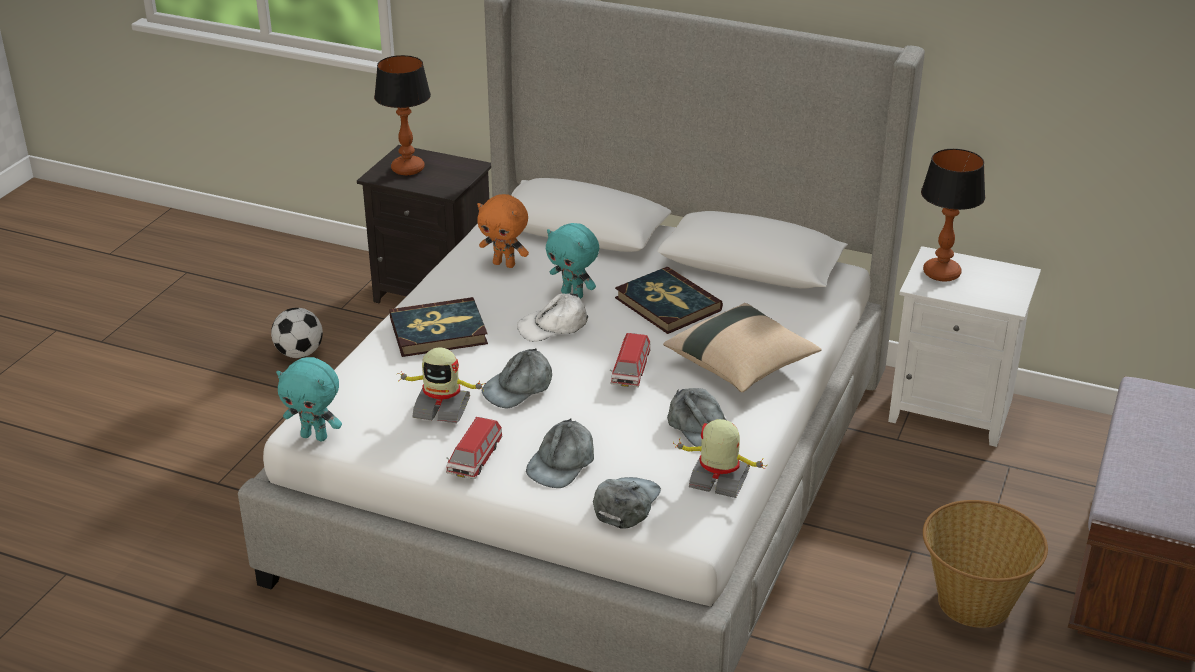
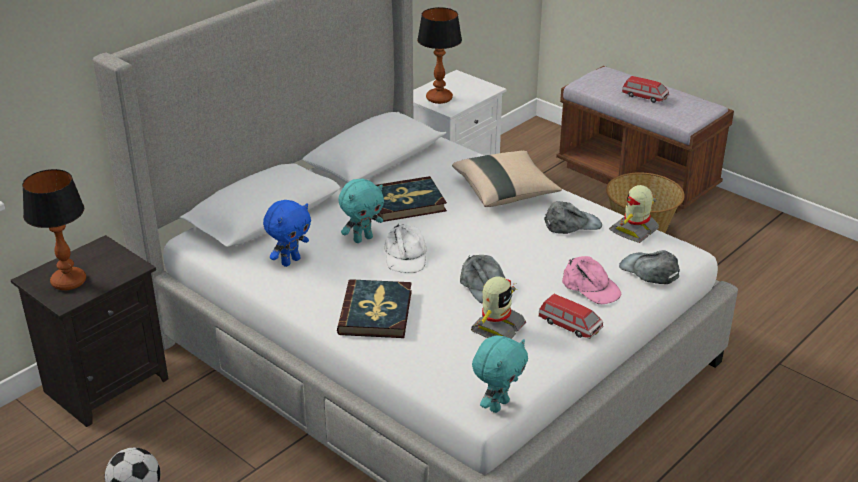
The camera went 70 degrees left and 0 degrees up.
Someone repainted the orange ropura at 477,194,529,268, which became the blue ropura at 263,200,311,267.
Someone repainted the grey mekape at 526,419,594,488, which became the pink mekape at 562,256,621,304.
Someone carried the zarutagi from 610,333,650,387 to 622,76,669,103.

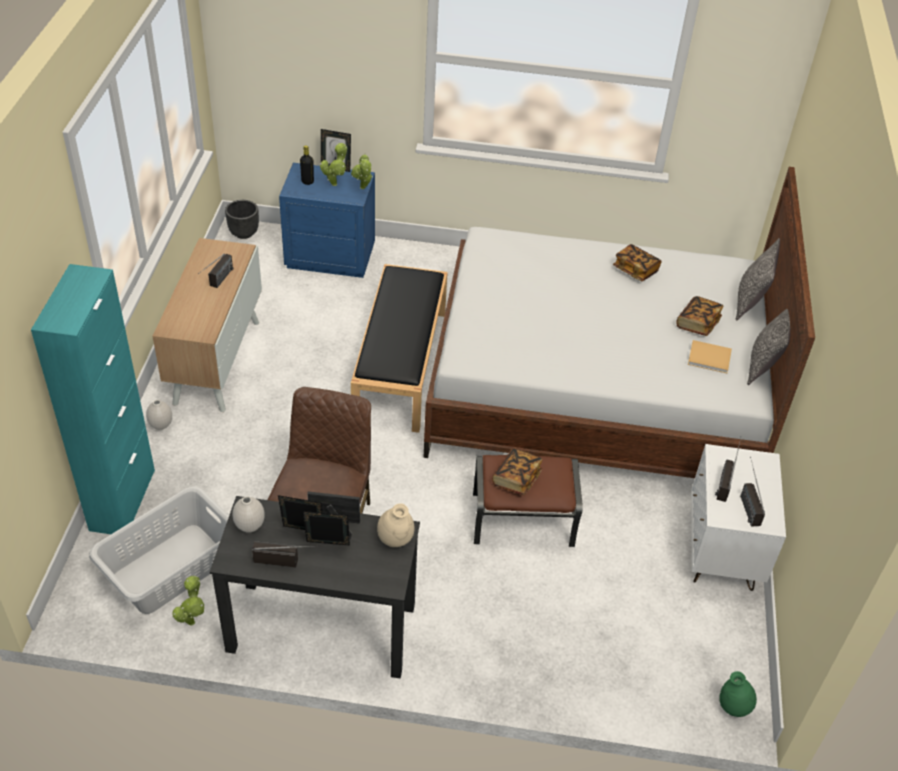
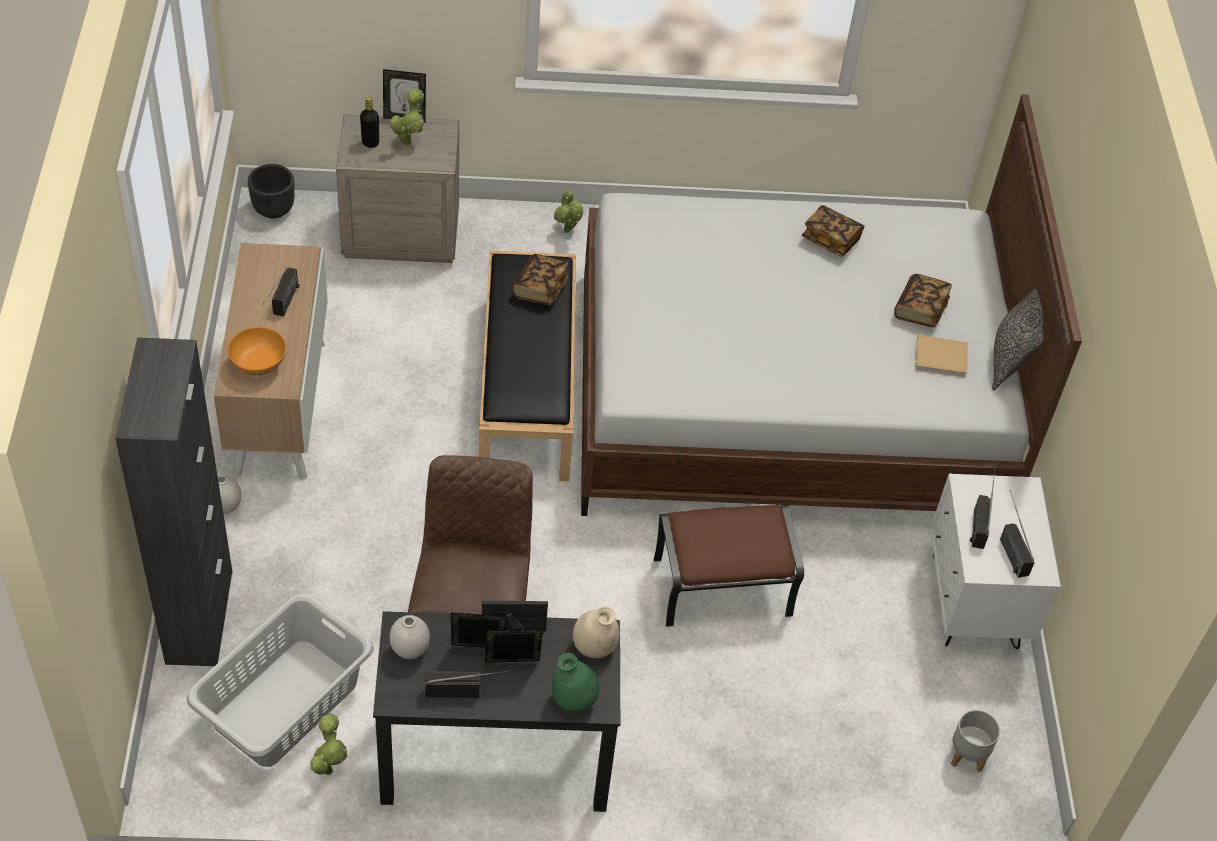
The camera went 10 degrees left and 5 degrees up.
Someone repainted the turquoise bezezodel at 31,264,155,534, which became the black bezezodel at 115,337,232,666.
Someone repainted the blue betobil at 279,163,375,278, which became the beige betobil at 336,114,459,263.
Someone carried the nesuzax from 351,154,373,189 to 554,189,583,233.
Someone carried the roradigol from 492,448,543,495 to 513,254,569,305.
Someone carried the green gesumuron from 719,671,757,717 to 552,653,600,712.
Someone took away the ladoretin at 736,238,780,321.
Someone put down the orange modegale at 227,327,286,376.
Someone put down the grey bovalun at 951,710,1000,772.

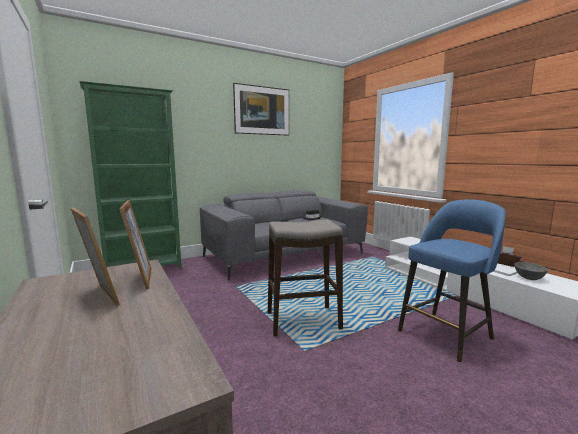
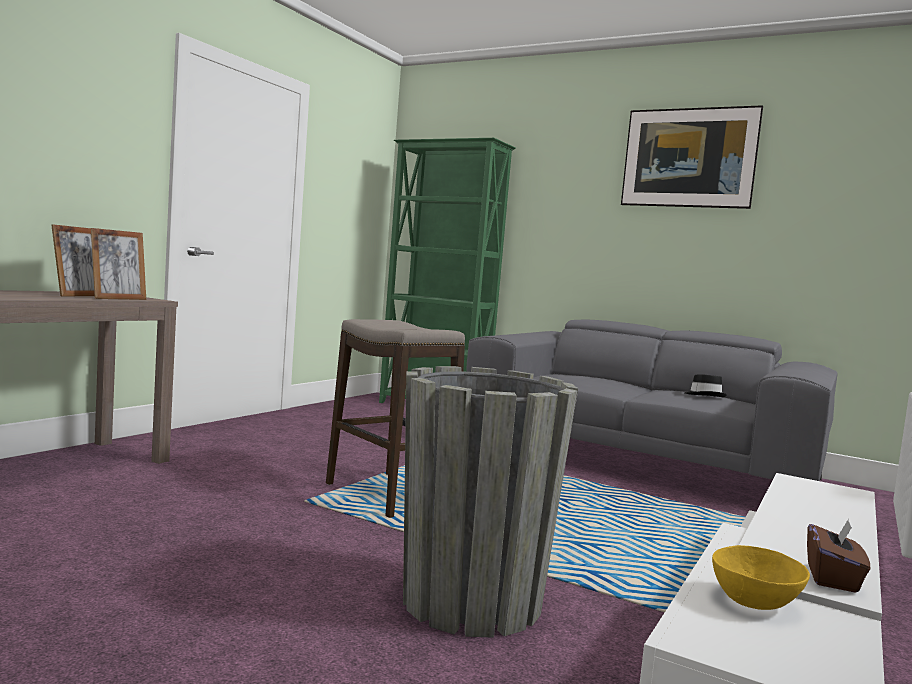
The camera went 60 degrees right and 5 degrees down.
Someone swapped the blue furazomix at 398,199,506,362 for the grey bovalun at 403,366,578,638.
Someone repainted the grey modegale at 514,262,548,280, which became the yellow modegale at 712,545,810,610.

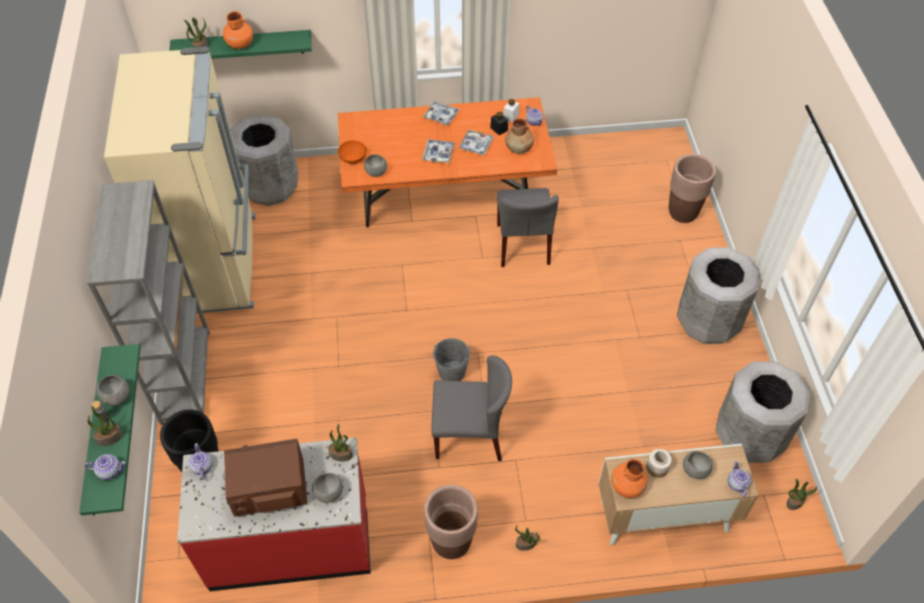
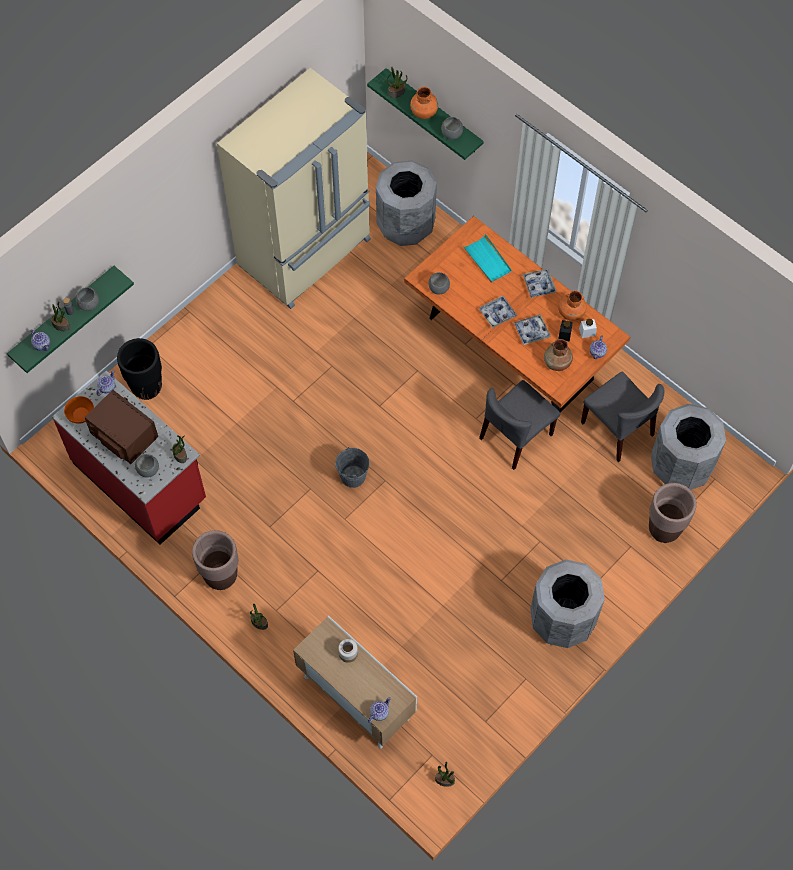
The camera went 50 degrees right and 10 degrees up.
Someone took away the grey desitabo at 86,180,210,425.
Someone carried the orange modegale from 338,140,367,164 to 64,396,94,424.
Someone carried the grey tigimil from 431,355,512,461 to 581,372,664,462.
Someone carried the orange gesumuron from 611,459,648,498 to 558,290,587,321.
Someone carried the grey modegale from 683,451,713,479 to 441,117,463,140.
Someone carried the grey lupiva from 715,361,810,463 to 651,404,726,490.
Someone put down the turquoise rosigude at 463,234,512,283.

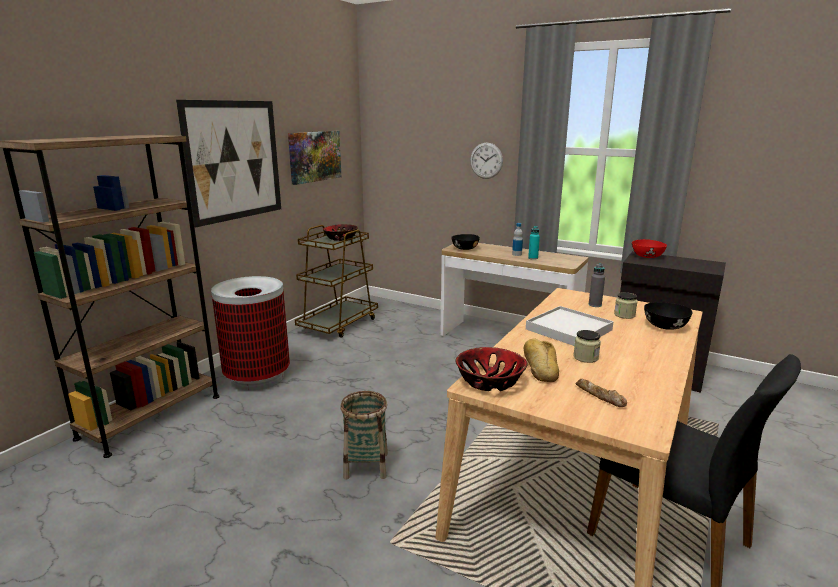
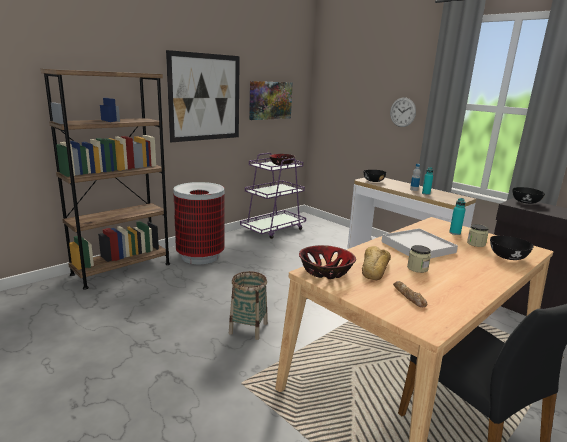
The camera went 15 degrees right and 0 degrees up.
Someone repainted the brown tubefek at 295,225,378,338, which became the purple tubefek at 240,153,306,239.
Someone repainted the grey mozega at 589,264,605,307, which became the turquoise mozega at 449,198,466,235.
Someone repainted the red modegale at 632,239,667,258, which became the black modegale at 512,187,545,204.

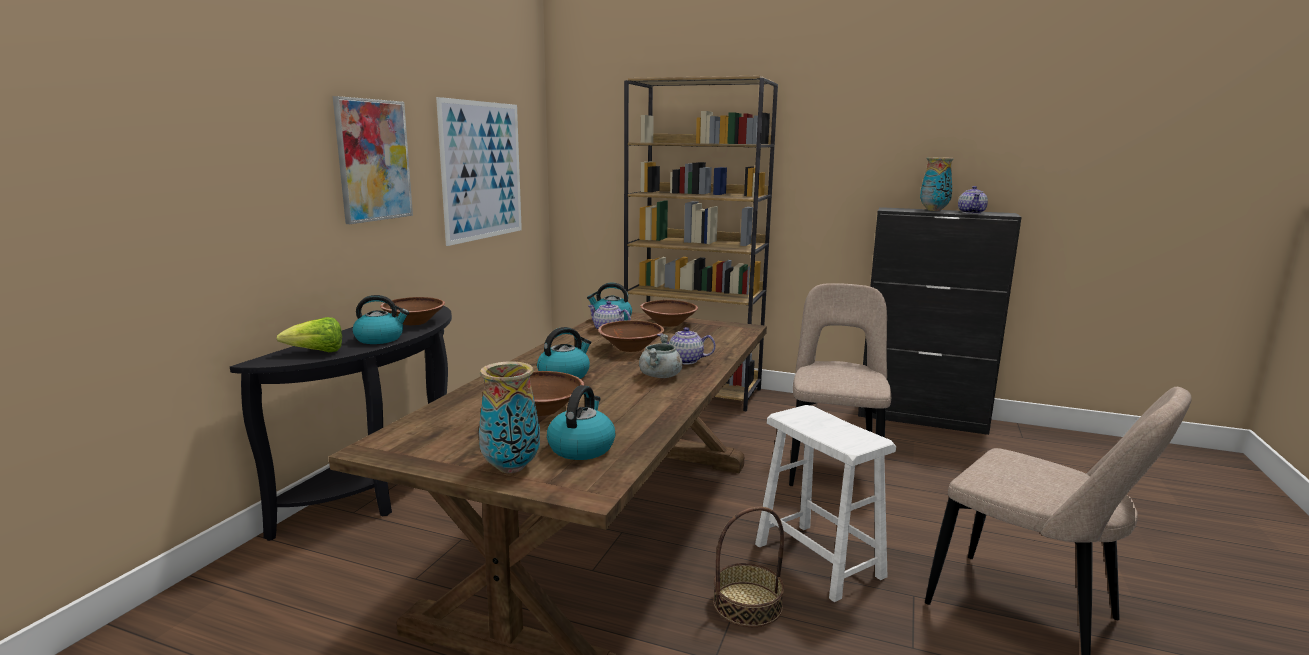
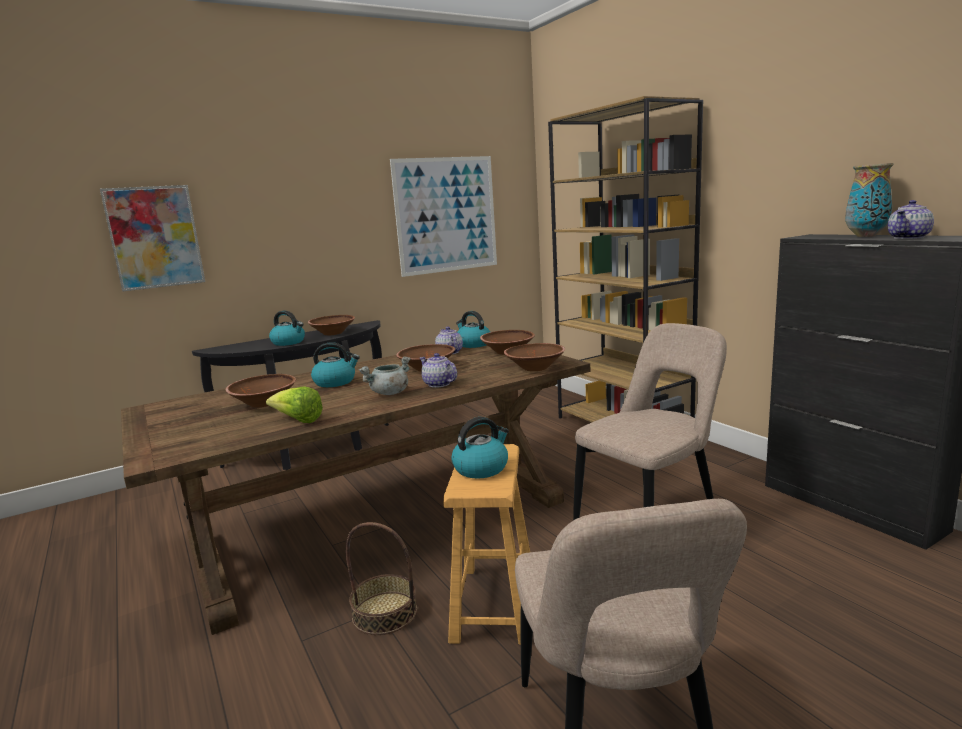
The camera went 40 degrees right and 0 degrees up.
Someone carried the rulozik from 276,317,342,352 to 266,386,323,423.
Someone carried the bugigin from 333,96,413,224 to 100,185,205,292.
Someone took away the gesumuron at 479,361,540,473.
Someone carried the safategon from 547,385,615,460 to 451,417,509,479.
Someone repainted the white furazomix at 755,405,896,602, which became the brown furazomix at 443,444,530,645.
Someone put down the brown modegale at 504,343,565,371.

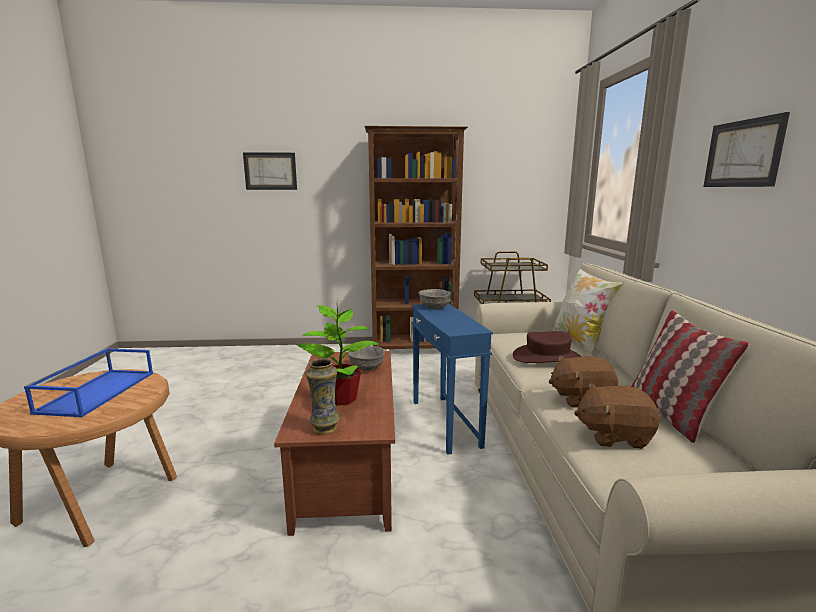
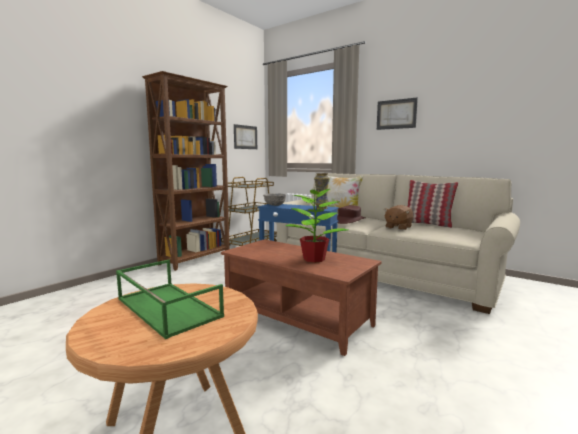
The camera went 50 degrees left and 5 degrees down.
Someone repainted the blue rosigude at 24,348,153,417, which became the green rosigude at 116,260,224,339.
Someone carried the bugigin from 243,152,297,190 to 234,124,257,149.
Someone carried the gesumuron from 305,358,340,435 to 314,173,330,209.
Someone took away the grey modegale at 348,346,384,371.
Someone took away the brown ropura at 574,383,660,449.

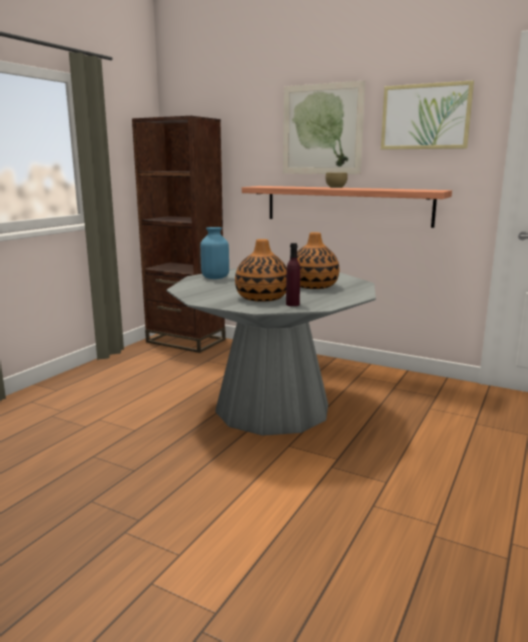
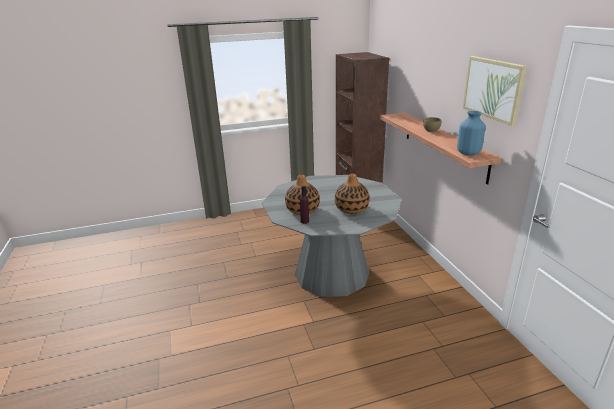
The camera went 45 degrees right and 10 degrees up.
Someone carried the blue gesumuron from 200,227,229,279 to 457,111,486,155.
Someone took away the bugigin at 283,81,365,174.

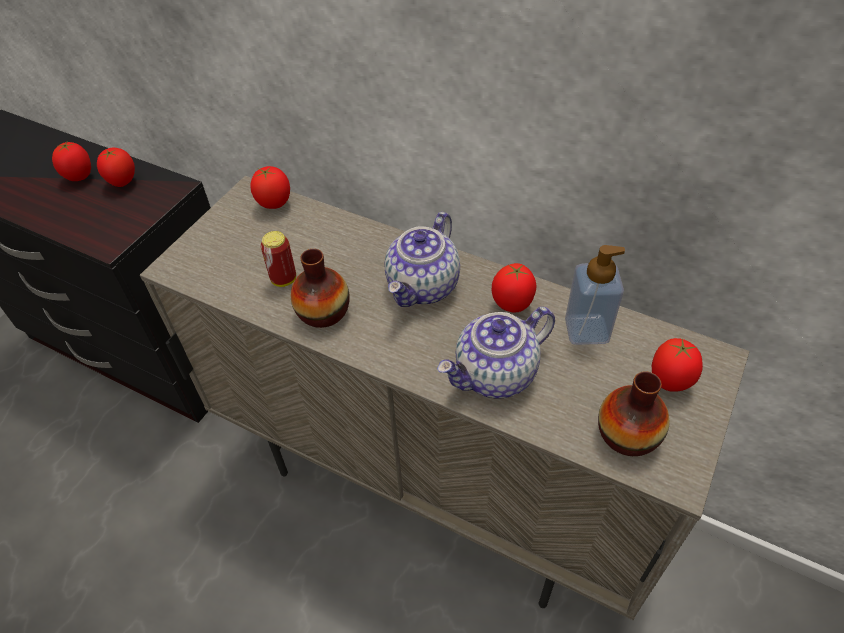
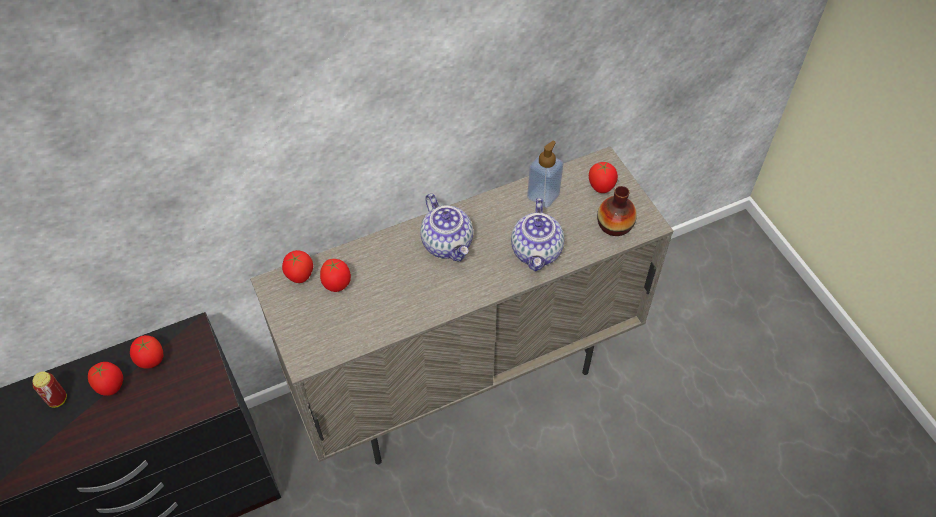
The camera went 55 degrees left and 5 degrees up.
Someone carried the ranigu from 261,231,296,287 to 32,372,67,408.
Someone took away the gesumuron at 291,249,350,328.
Someone carried the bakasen from 491,263,536,312 to 320,258,351,292.

